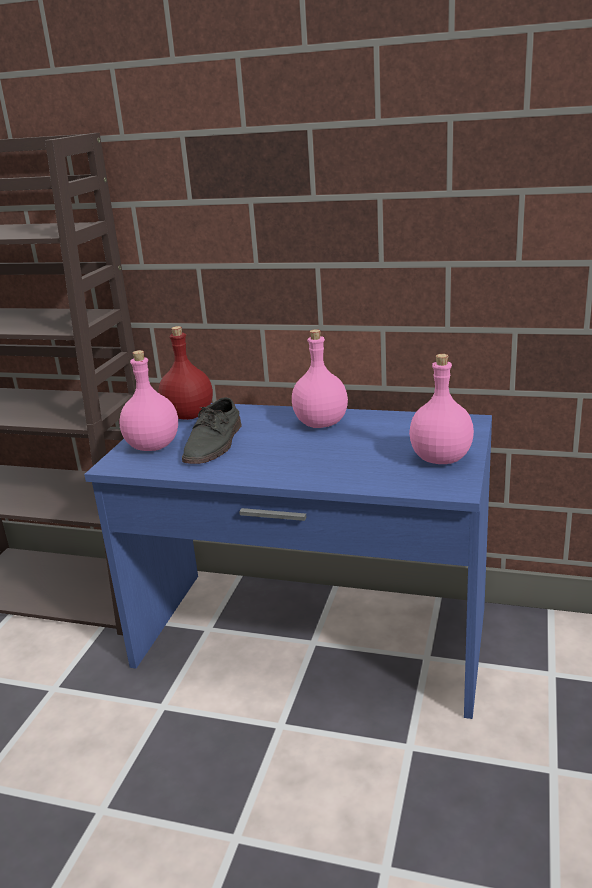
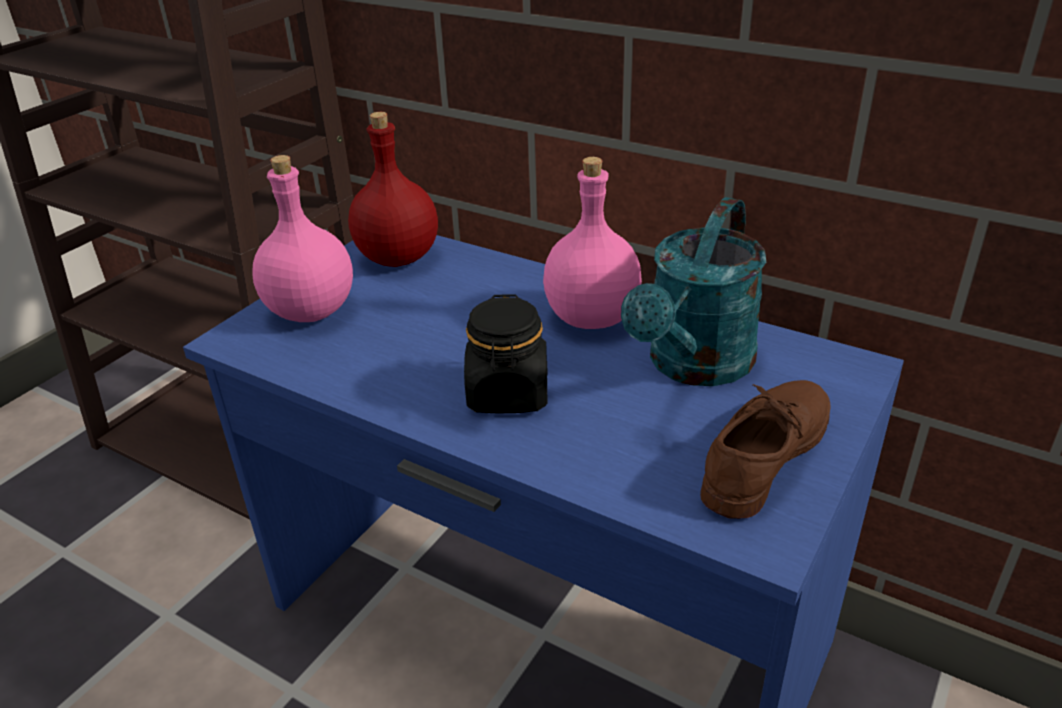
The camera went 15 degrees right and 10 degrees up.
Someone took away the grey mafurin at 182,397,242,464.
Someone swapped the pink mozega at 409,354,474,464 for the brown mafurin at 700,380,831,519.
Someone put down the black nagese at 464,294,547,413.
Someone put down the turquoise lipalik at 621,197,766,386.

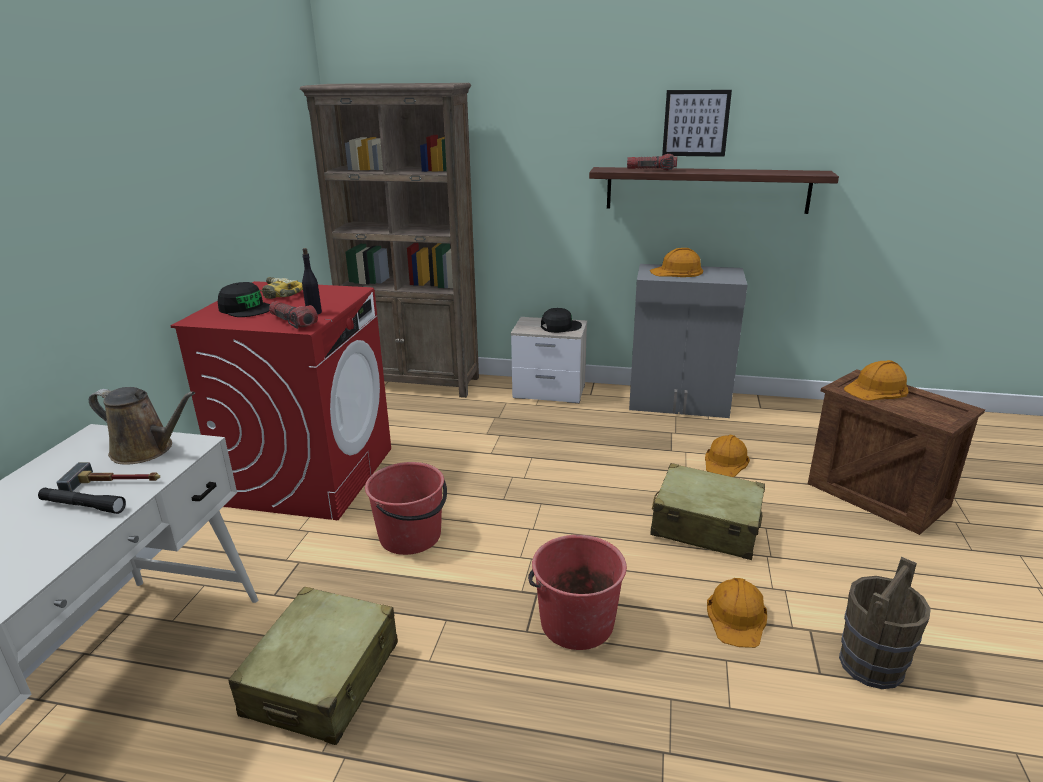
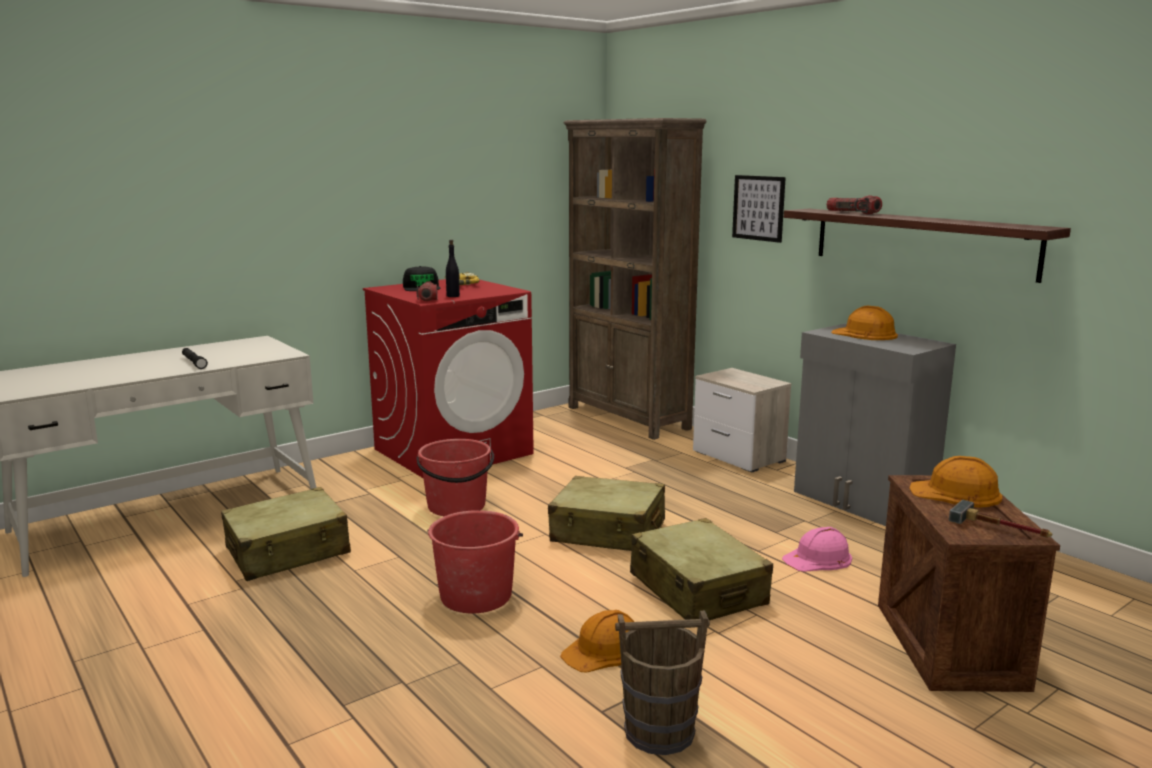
The camera went 40 degrees right and 10 degrees down.
Someone carried the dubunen from 56,462,160,492 to 949,500,1052,538.
Someone took away the brown lipalik at 89,387,195,465.
Someone took away the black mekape at 541,308,582,333.
Someone carried the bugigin from 662,90,732,157 to 732,175,786,243.
Someone repainted the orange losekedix at 705,434,750,477, which became the pink losekedix at 782,527,852,572.
Someone put down the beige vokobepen at 548,476,665,551.

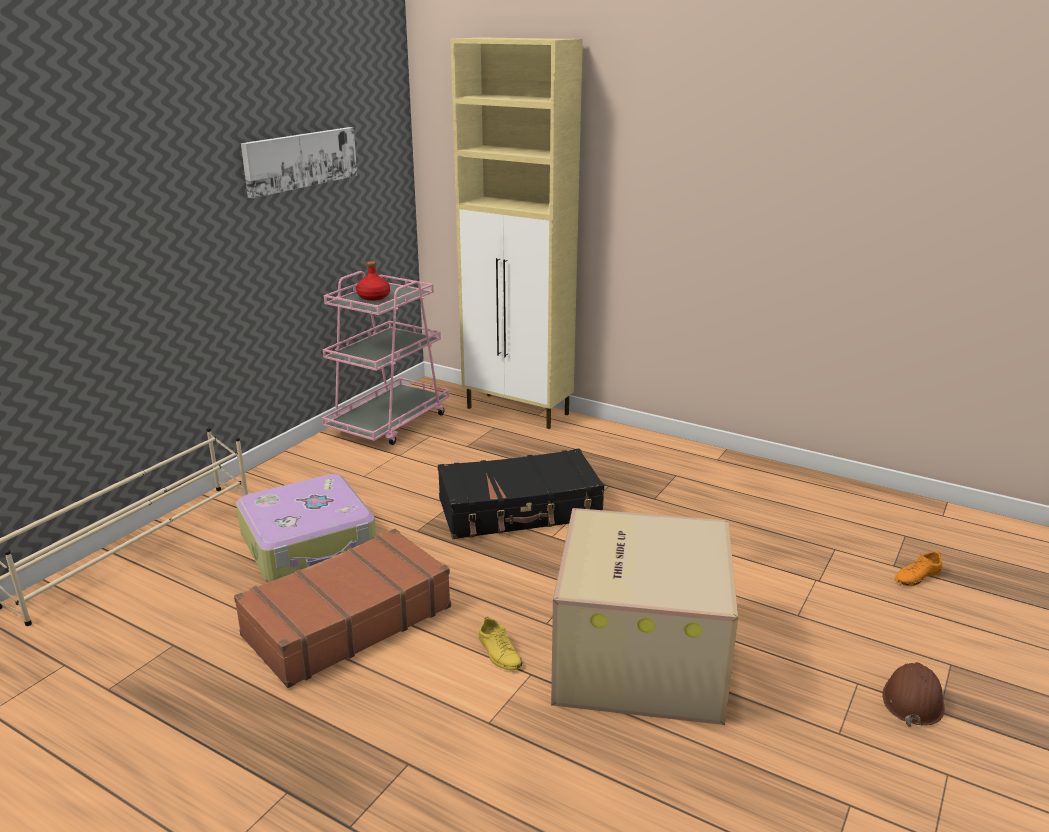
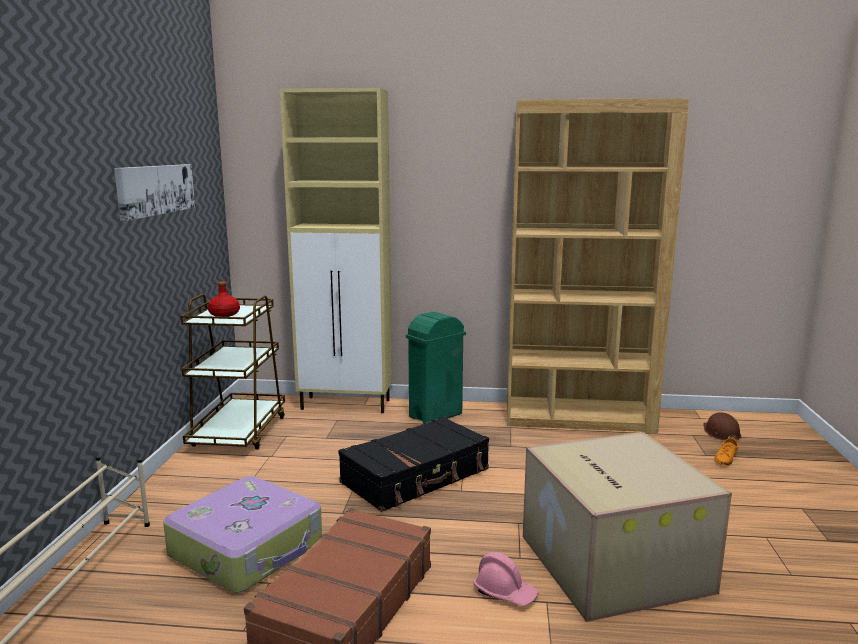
The camera went 25 degrees left and 10 degrees down.
Someone repainted the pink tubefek at 322,271,450,445, which became the brown tubefek at 181,294,285,449.
Someone swapped the yellow mafurin at 478,616,522,670 for the pink losekedix at 473,552,539,606.
Someone carried the brown losekedix from 883,662,945,727 to 704,412,742,440.
Someone put down the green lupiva at 406,312,466,424.
Someone put down the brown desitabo at 507,98,689,434.

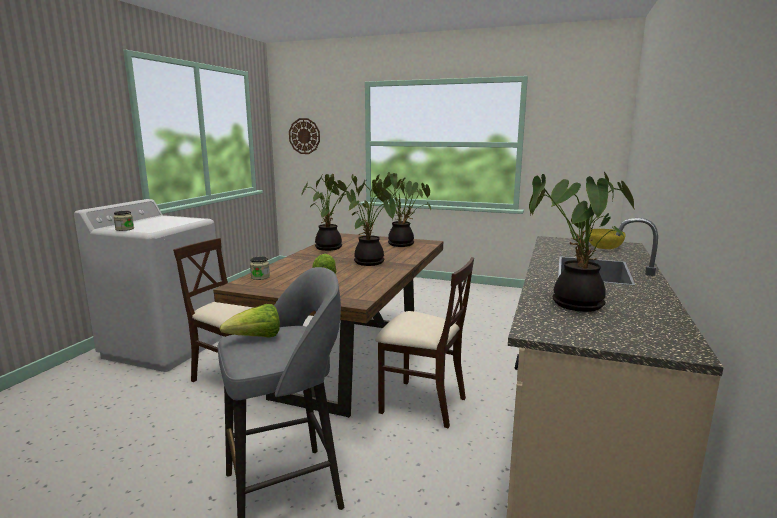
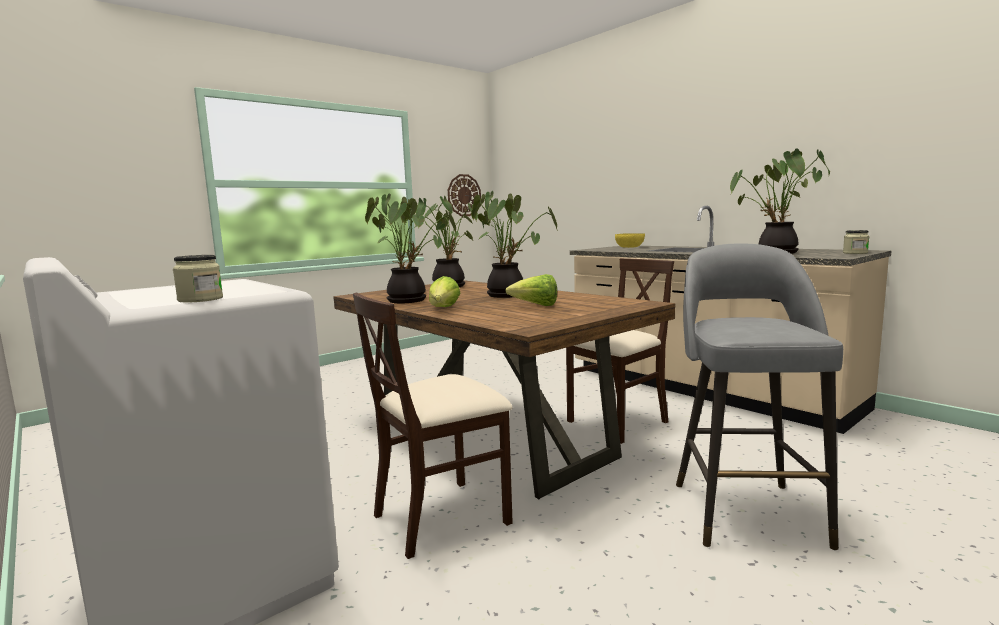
The camera went 60 degrees left and 5 degrees down.
Someone carried the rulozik from 220,304,280,338 to 429,276,460,307.
Someone carried the nagese from 250,257,270,280 to 843,230,869,254.
Someone carried the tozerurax from 289,118,320,154 to 448,174,481,216.

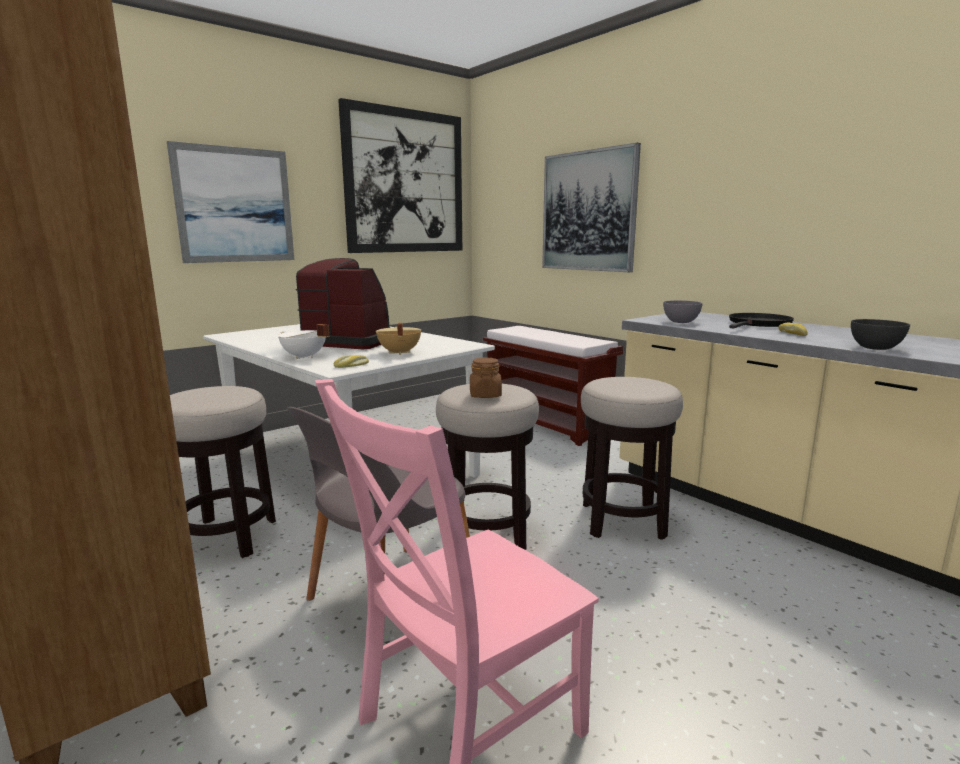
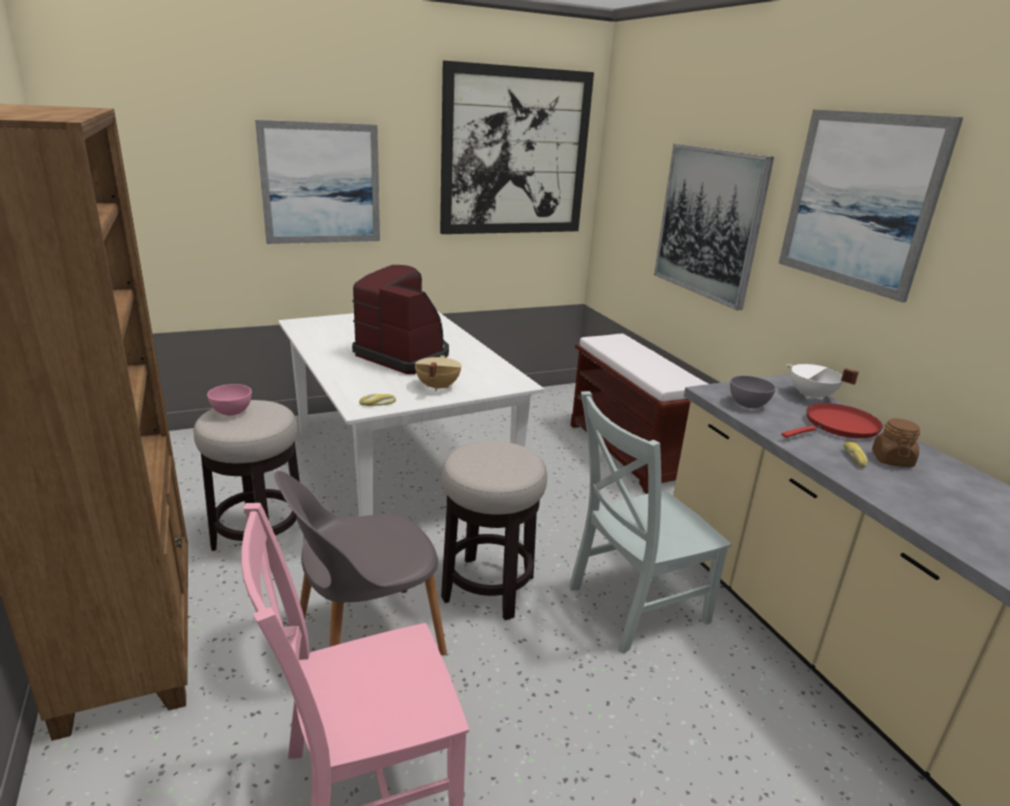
The camera went 15 degrees right and 10 degrees up.
Someone carried the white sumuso from 278,324,329,359 to 787,364,859,400.
Someone carried the brown nagese from 470,358,502,398 to 872,418,920,467.
Someone swapped the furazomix at 581,377,683,540 for the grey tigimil at 569,391,732,654.
Someone repainted the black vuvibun at 729,313,794,329, which became the red vuvibun at 781,403,883,438.
Someone took away the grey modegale at 851,319,910,350.
Someone put down the pink modegale at 207,384,252,416.
Someone put up the bugigin at 779,109,963,303.

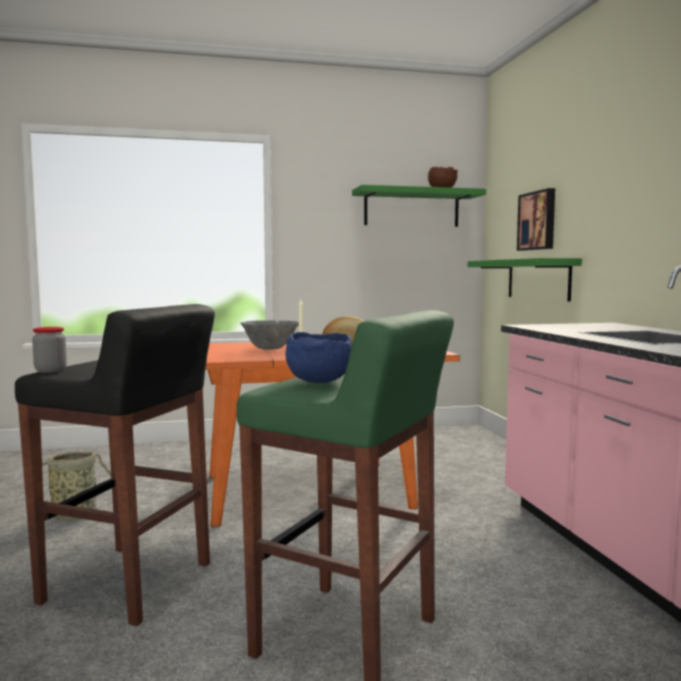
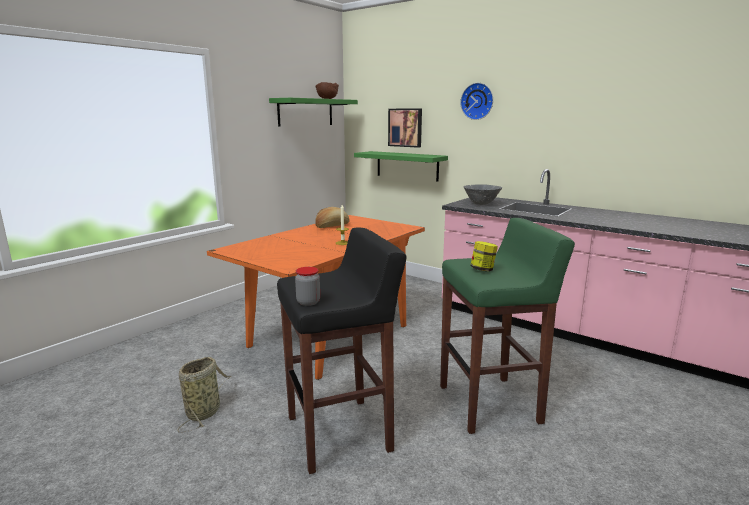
The camera went 40 degrees left and 10 degrees up.
Someone carried the grey modegale from 240,320,299,350 to 463,184,502,205.
Someone swapped the blue modegale at 286,332,353,383 for the nagese at 470,241,498,271.
Someone put up the tozerurax at 460,83,493,120.

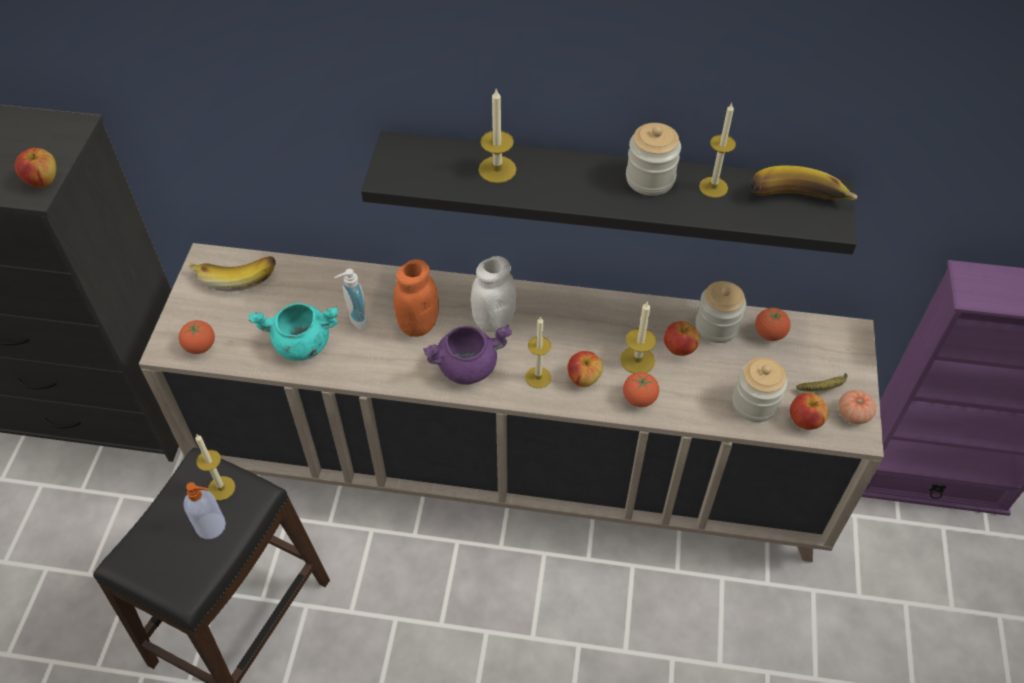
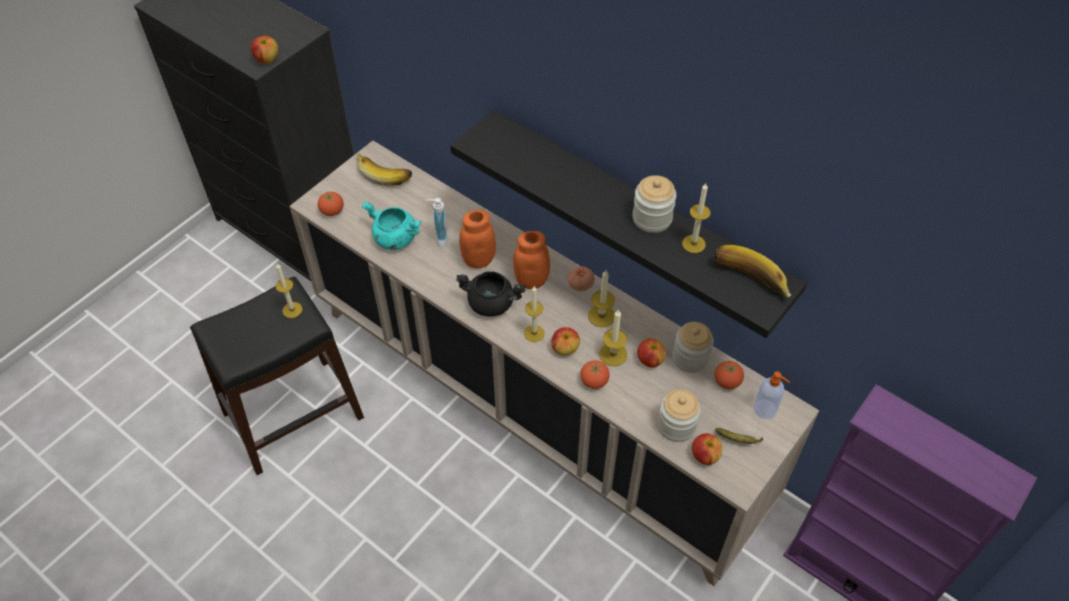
The camera went 30 degrees right and 0 degrees up.
Someone carried the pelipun from 183,482,226,539 to 754,372,790,419.
Someone repainted the purple sumuso at 423,325,512,384, which became the black sumuso at 456,271,526,317.
Someone repainted the white nagese at 471,256,517,332, which became the orange nagese at 513,231,550,289.
Someone carried the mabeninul from 478,89,517,183 to 588,270,615,327.
Someone carried the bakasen from 838,390,876,424 to 568,266,595,291.

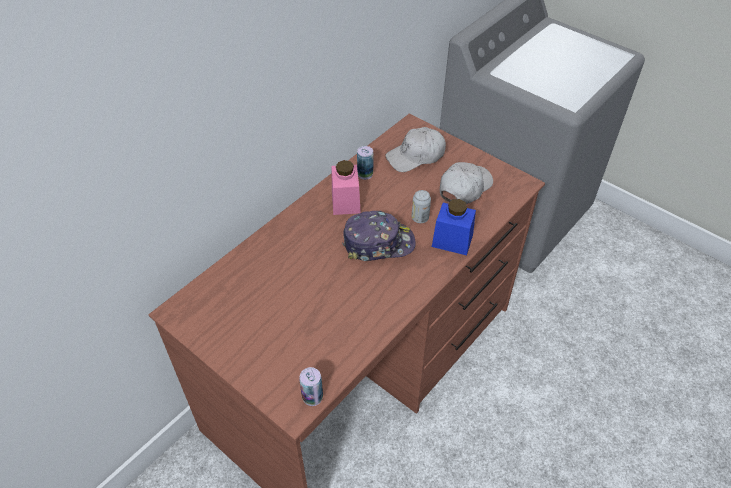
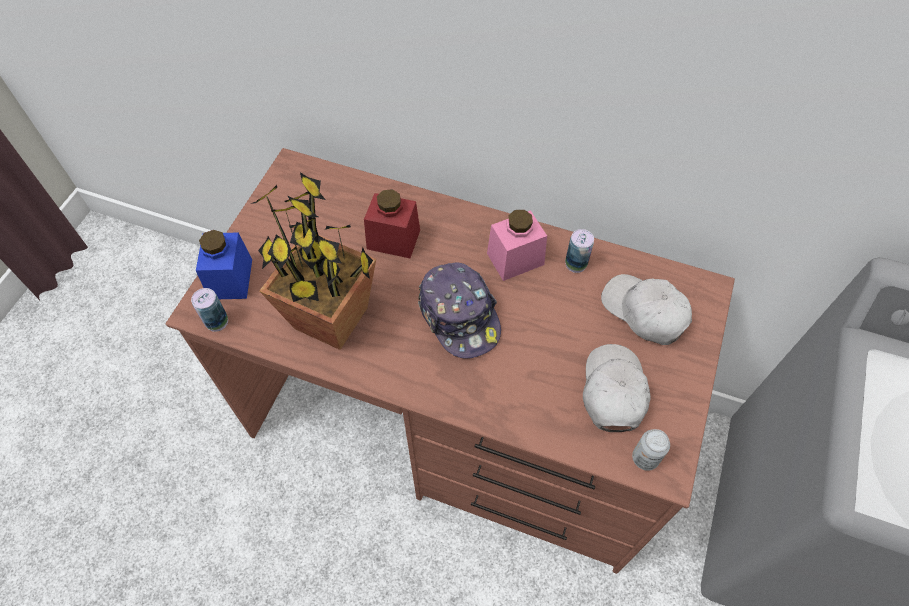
The camera went 70 degrees right and 10 degrees up.
Someone carried the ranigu from 412,190,431,223 to 632,429,670,471.
Someone carried the blue nagese from 432,199,476,255 to 196,230,252,299.
Someone rotated the white mekape at 440,162,493,204 by 105 degrees counterclockwise.
Someone put down the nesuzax at 253,172,376,350.
Someone put down the red nagese at 364,189,420,258.

